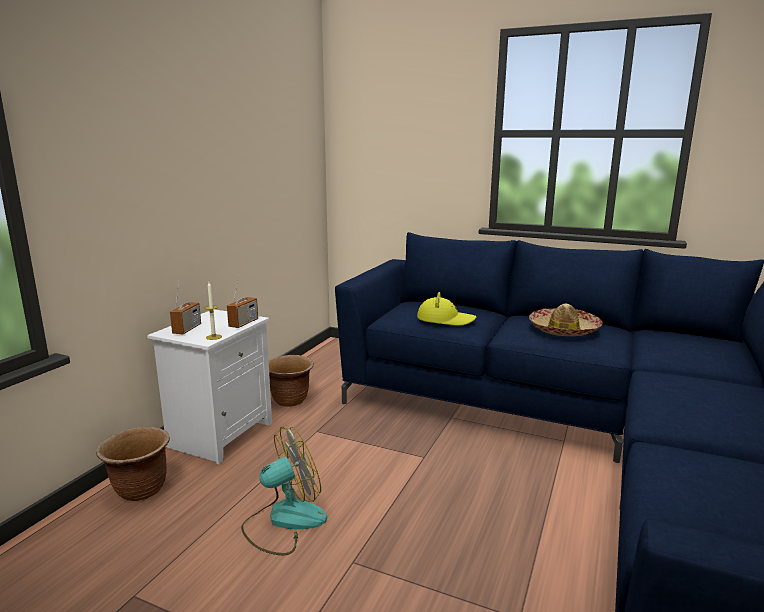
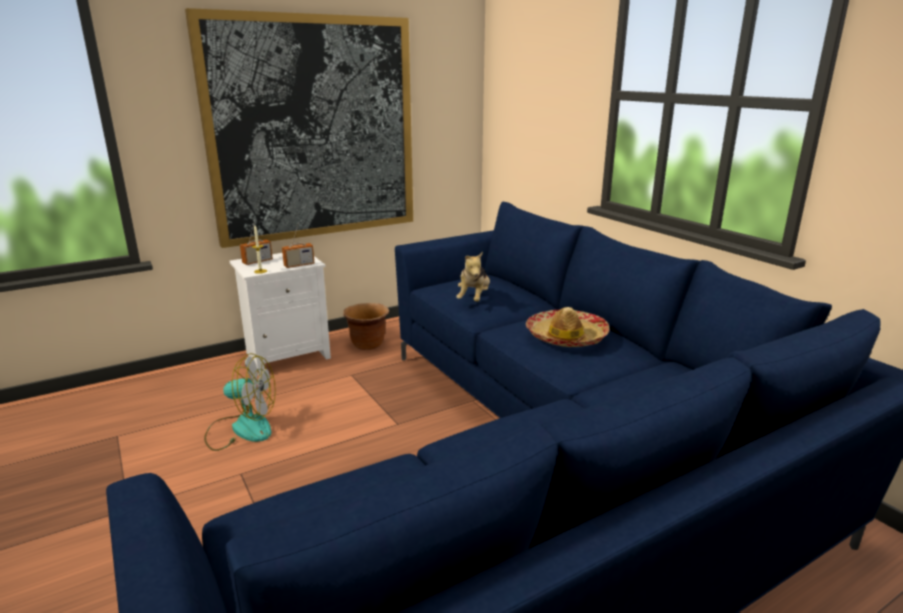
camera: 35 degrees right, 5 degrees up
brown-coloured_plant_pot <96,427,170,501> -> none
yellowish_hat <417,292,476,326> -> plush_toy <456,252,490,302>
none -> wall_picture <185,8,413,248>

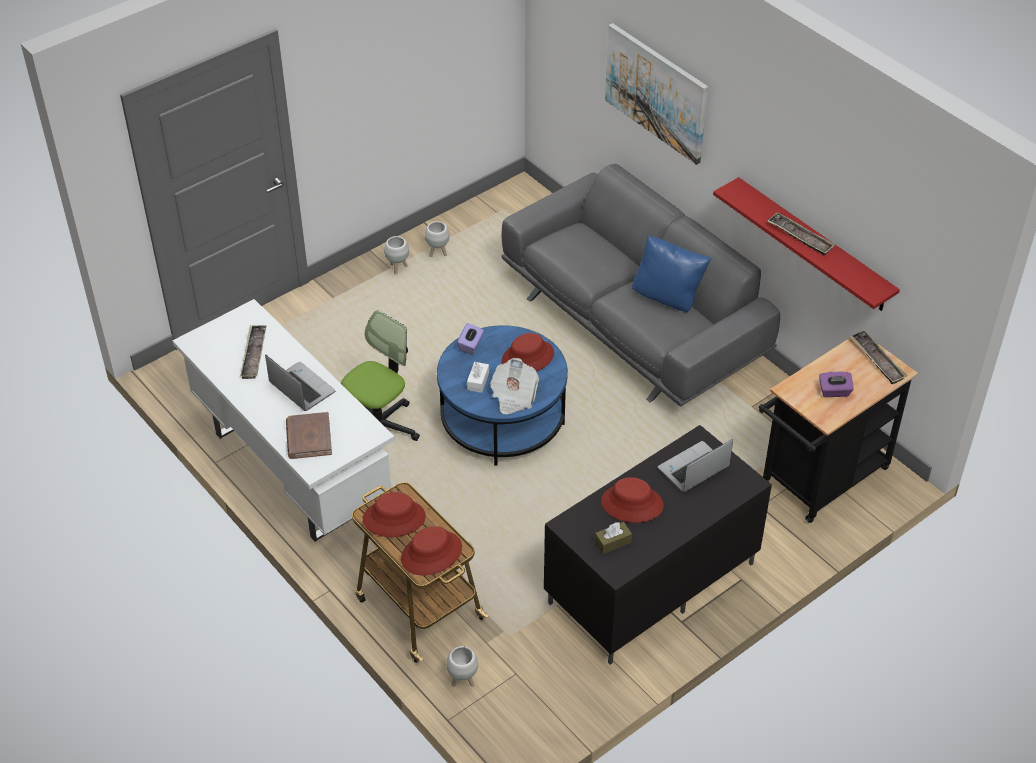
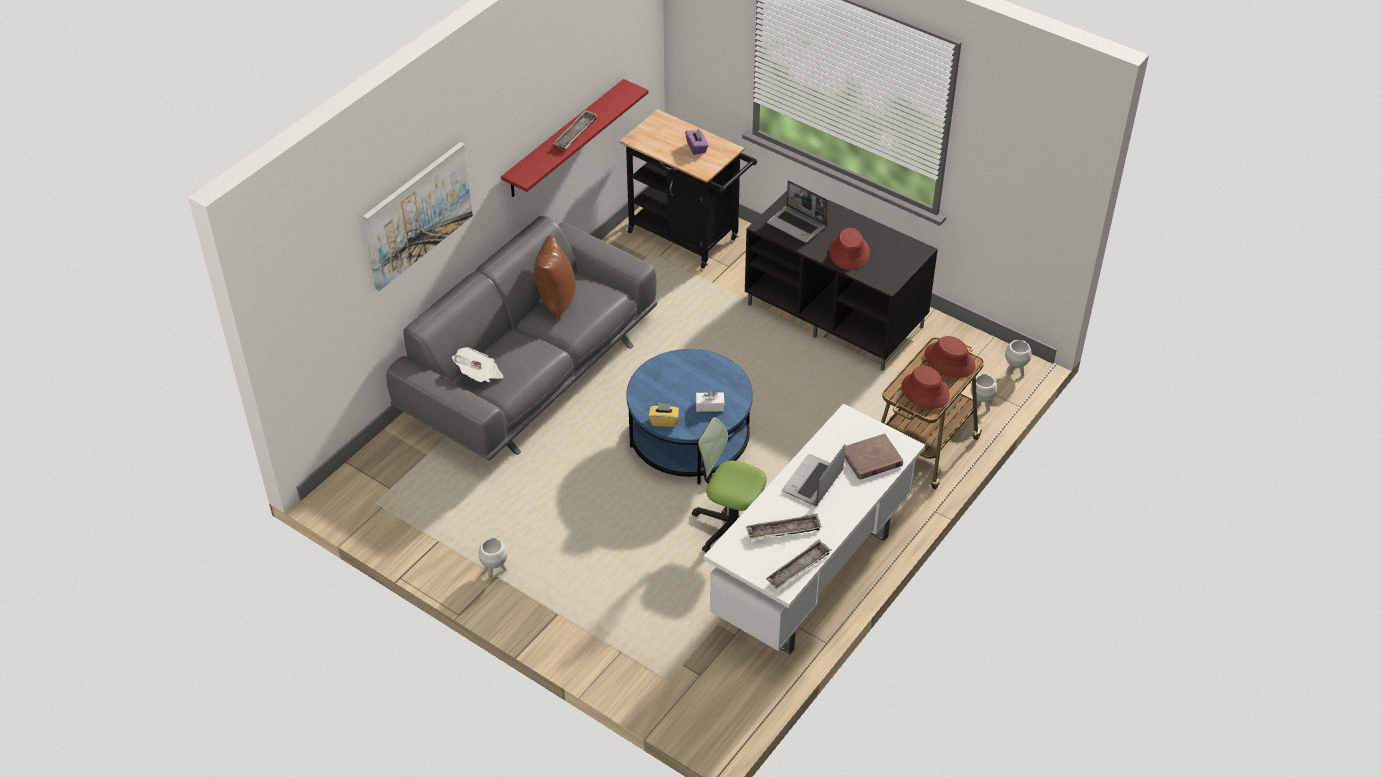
camera: 105 degrees left, 0 degrees up
whitish_plant_pot <425,221,450,257> -> whitish_plant_pot <1005,340,1031,376>, move
purplish_box_of_tissues <457,323,484,354> -> yellowish_box_of_tissues <649,403,679,427>
newspaper <490,358,539,414> -> newspaper <452,347,504,382>, move
red-coloured_hat <502,333,554,371> -> none
brown-coloured_box_of_tissues <595,522,632,554> -> none
blue-coloured_cushion <632,236,711,312> -> brown-coloured_cushion <534,235,576,318>
carrying_tray <850,330,907,384> -> carrying_tray <766,539,831,590>, move

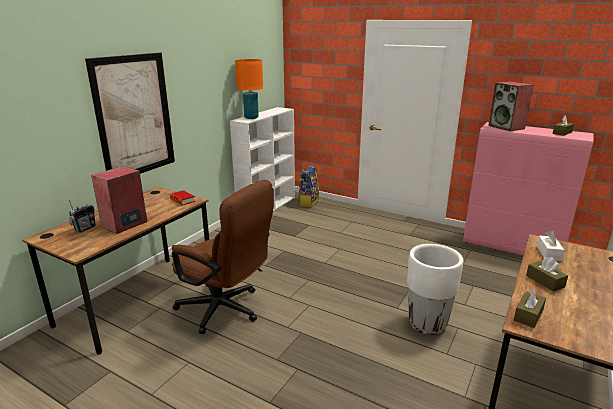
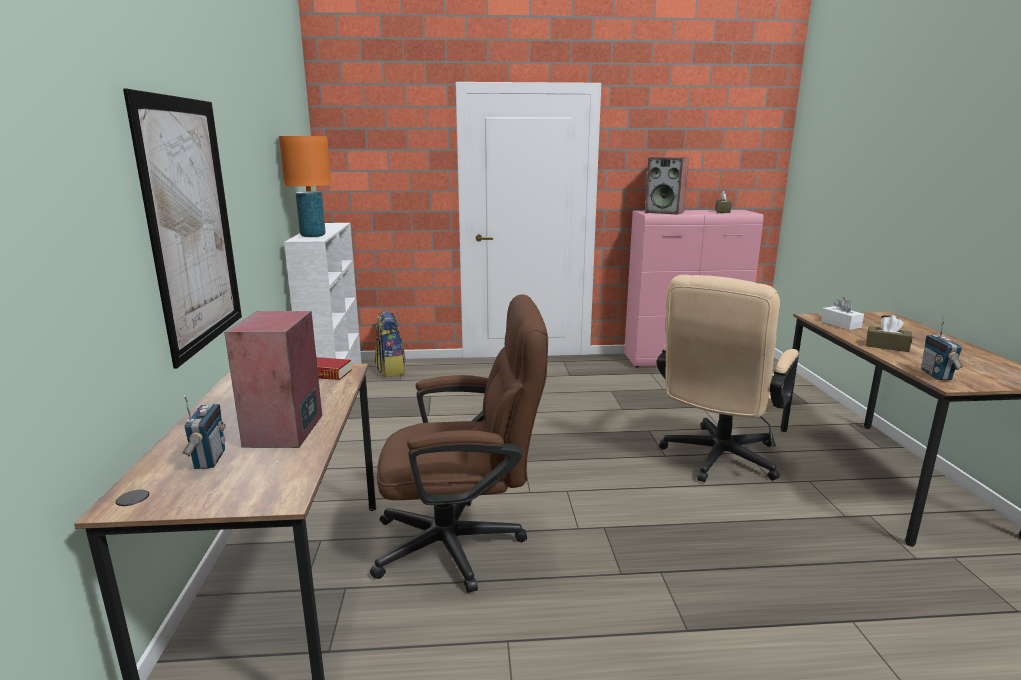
camera: 35 degrees left, 5 degrees down
whitish_plant_pot <407,244,463,335> -> sand-coloured_office_chair <657,275,799,482>
brown-coloured_box_of_tissues <514,288,546,328> -> radio <921,316,963,380>

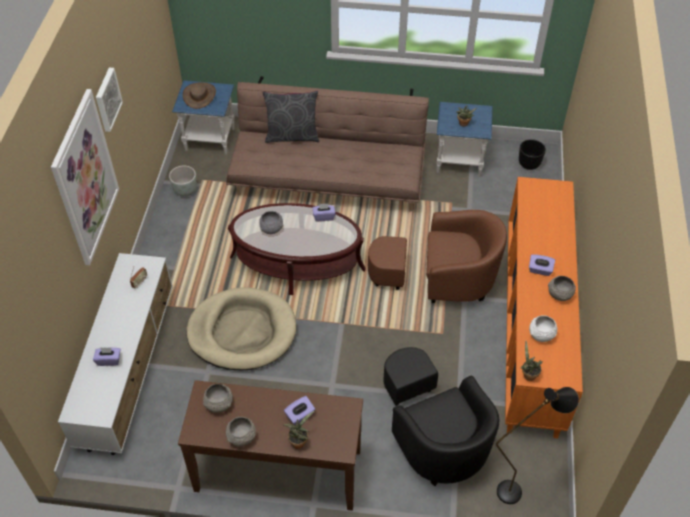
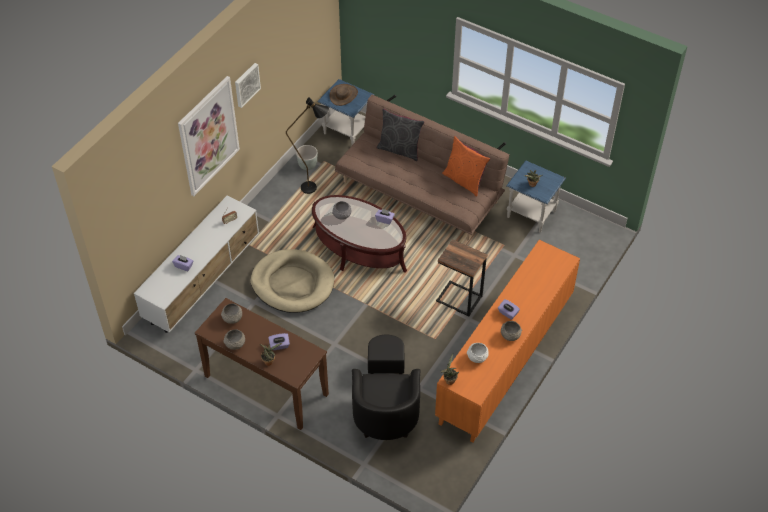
camera: 25 degrees right, 0 degrees up
brown-coloured_armchair <368,210,507,303> -> accent_table <436,239,487,316>
black-coloured_standard_lamp <496,387,579,504> -> black-coloured_standard_lamp <286,97,329,194>, move
black-coloured_plant_pot <519,139,546,170> -> none
none -> orangey_cushion <442,136,490,197>

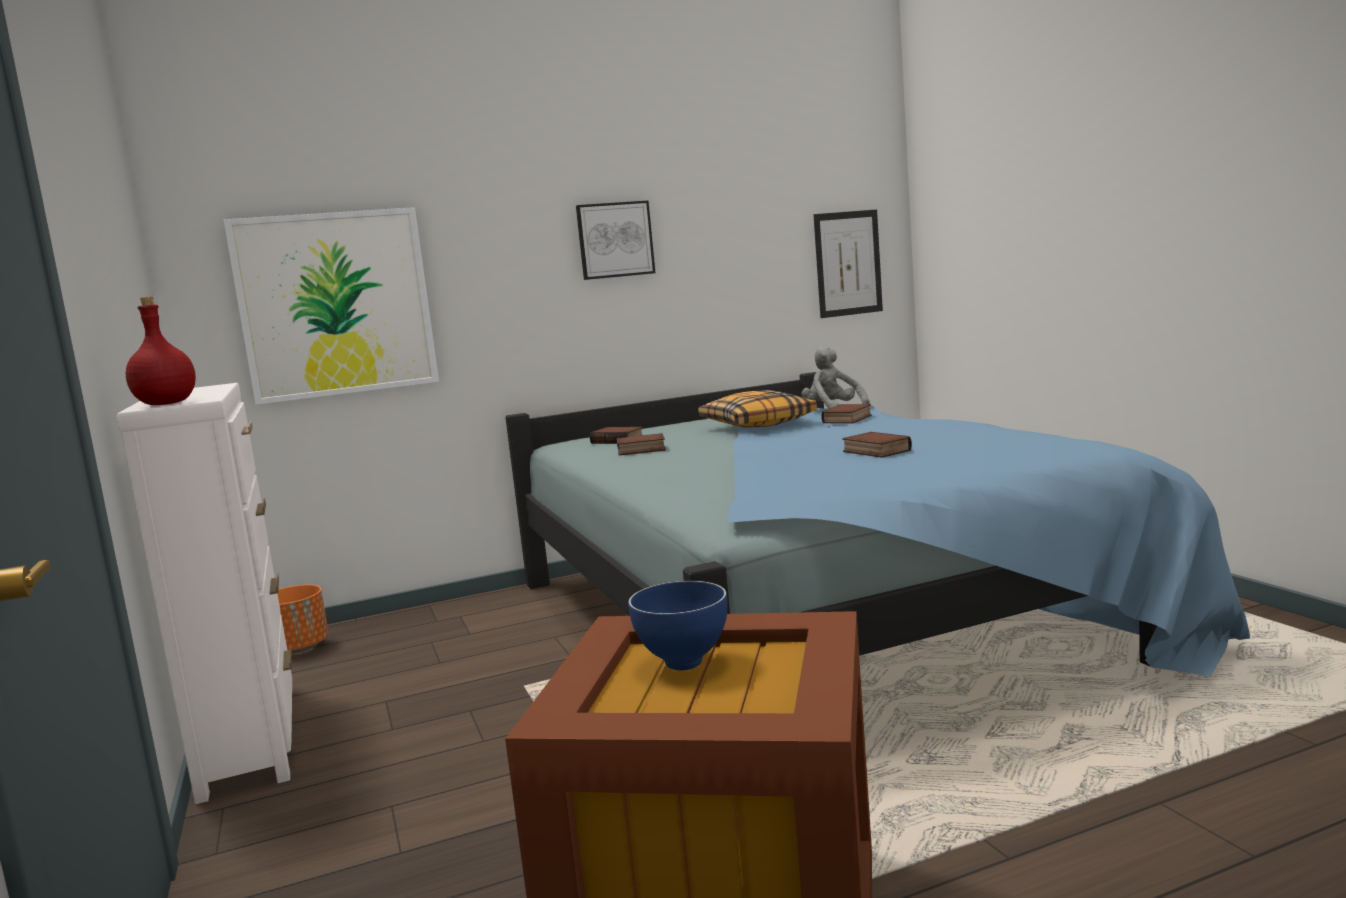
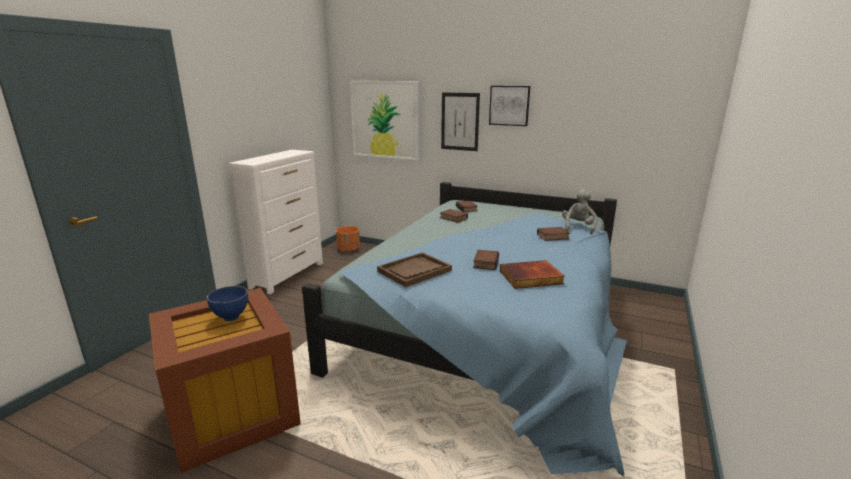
camera: 45 degrees right, 10 degrees up
red-coloured_drink_bottle <126,297,196,405> -> none
cushion <698,390,817,427> -> none
wall_picture <813,209,883,318> -> wall_picture <441,92,480,151>, move
none -> brown-coloured_carrying_tray <377,252,452,287>
none -> volume <500,260,565,289>

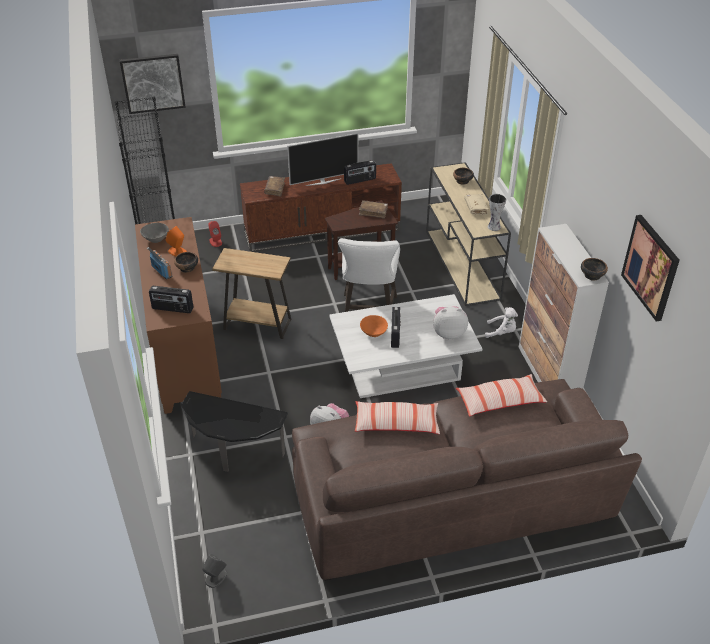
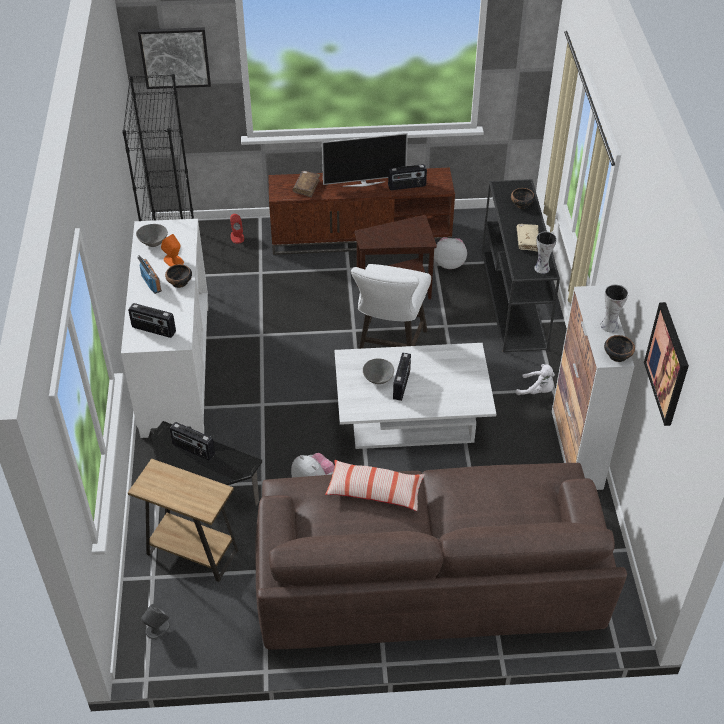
camera: 10 degrees right, 5 degrees up
brown-coloured_cupboard <135,217,222,414> -> whitish_cupboard <121,219,208,438>
brown-coloured_accent_table <212,248,291,339> -> brown-coloured_accent_table <128,458,238,582>, move
brown-coloured_volume <359,200,388,219> -> none
orangey_serving_bowl <360,315,388,337> -> gray_serving_bowl <363,358,394,384>
sand-coloured_hall_table <426,162,511,306> -> black-coloured_hall_table <482,179,560,352>
plush_toy <433,306,468,339> -> plush_toy <434,237,467,269>, move
cushion <456,374,547,417> -> none
none -> radio <170,422,215,461>
none -> vase <600,284,629,332>

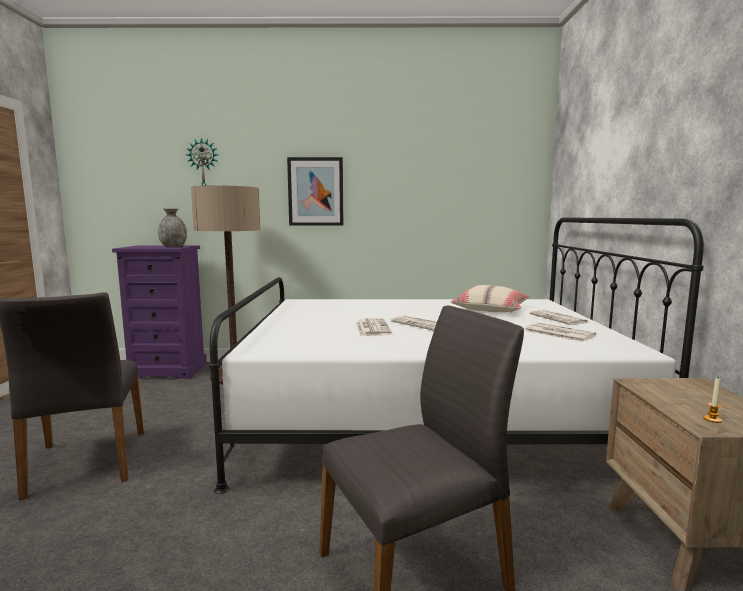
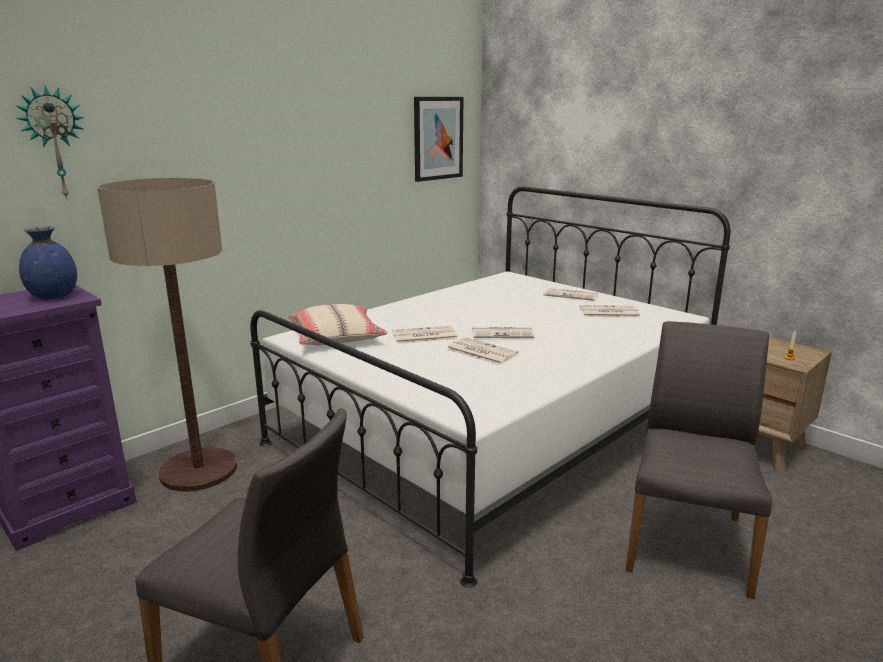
camera: 45 degrees left, 10 degrees up
gray_vase <158,209,187,247> -> blue-coloured_vase <19,227,77,299>
wall_picture <287,157,343,226> -> wall_picture <414,97,463,182>, move
sand-coloured_cushion <451,285,530,313> -> sand-coloured_cushion <288,304,388,346>, move
none -> newspaper <392,326,458,344>

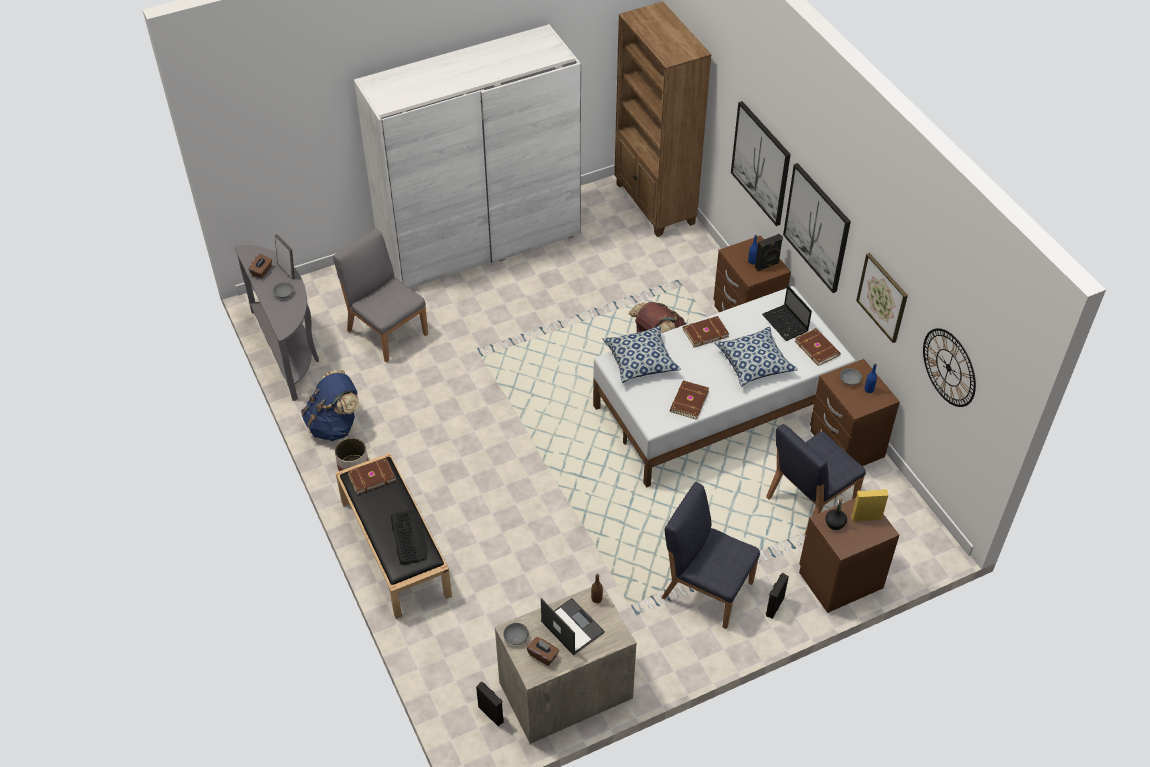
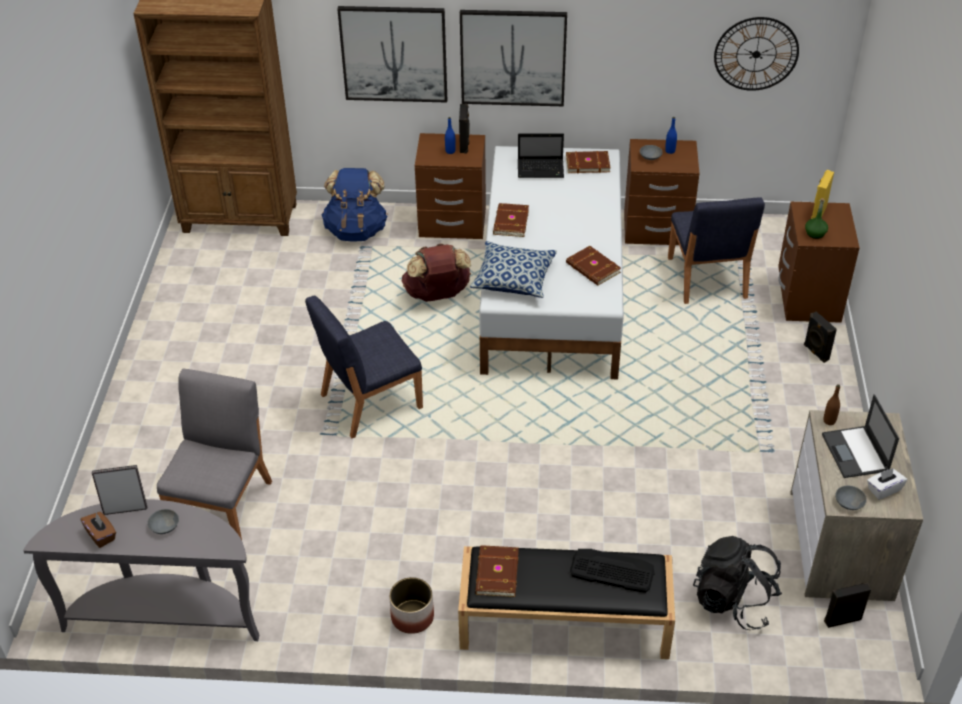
camera: 60 degrees left, 5 degrees down
blue-coloured_rucksack <301,370,360,441> -> blue-coloured_rucksack <322,168,388,242>, move
gray_chair <333,229,428,363> -> gray_chair <157,369,272,540>, 120 degrees clockwise
whitish_clothes_cupboard <354,24,581,288> -> none
brown-coloured_box_of_tissues <527,637,559,666> -> whitish_box_of_tissues <867,468,907,500>
notebook_computer <541,598,605,655> -> notebook_computer <822,394,899,478>, 90 degrees counterclockwise
blue-coloured_chair <661,482,760,629> -> blue-coloured_chair <305,296,423,438>, move
cushion <715,327,798,386> -> none
black-coloured_drink_bottle <825,498,847,530> -> greenish_drink_bottle <805,198,828,239>
wall_picture <856,253,908,343> -> none
none -> black-coloured_rucksack <693,536,782,630>

